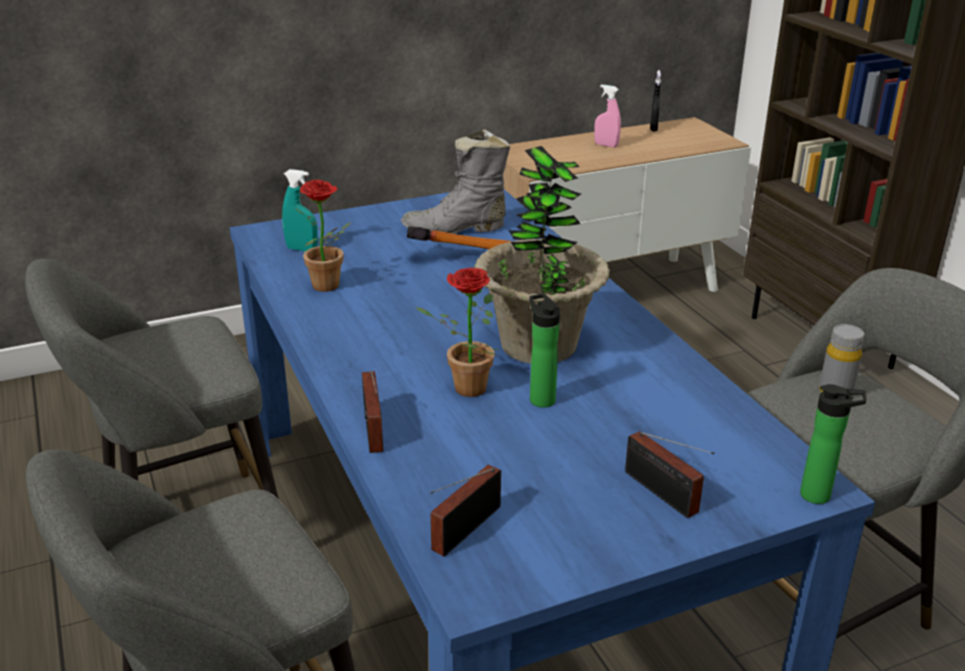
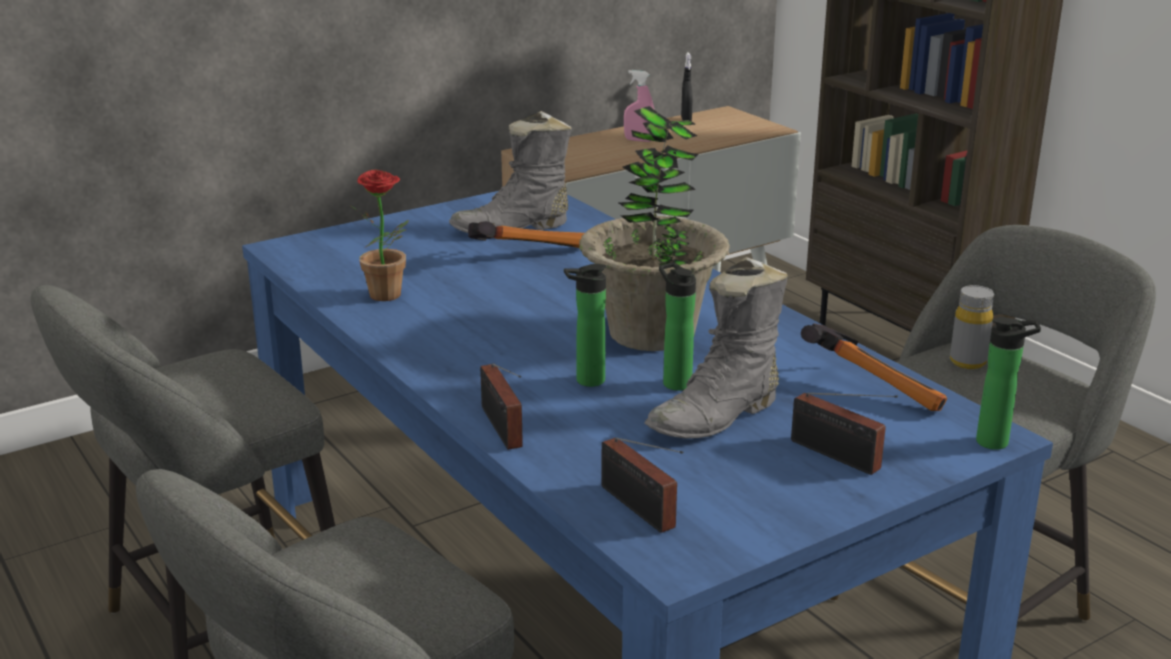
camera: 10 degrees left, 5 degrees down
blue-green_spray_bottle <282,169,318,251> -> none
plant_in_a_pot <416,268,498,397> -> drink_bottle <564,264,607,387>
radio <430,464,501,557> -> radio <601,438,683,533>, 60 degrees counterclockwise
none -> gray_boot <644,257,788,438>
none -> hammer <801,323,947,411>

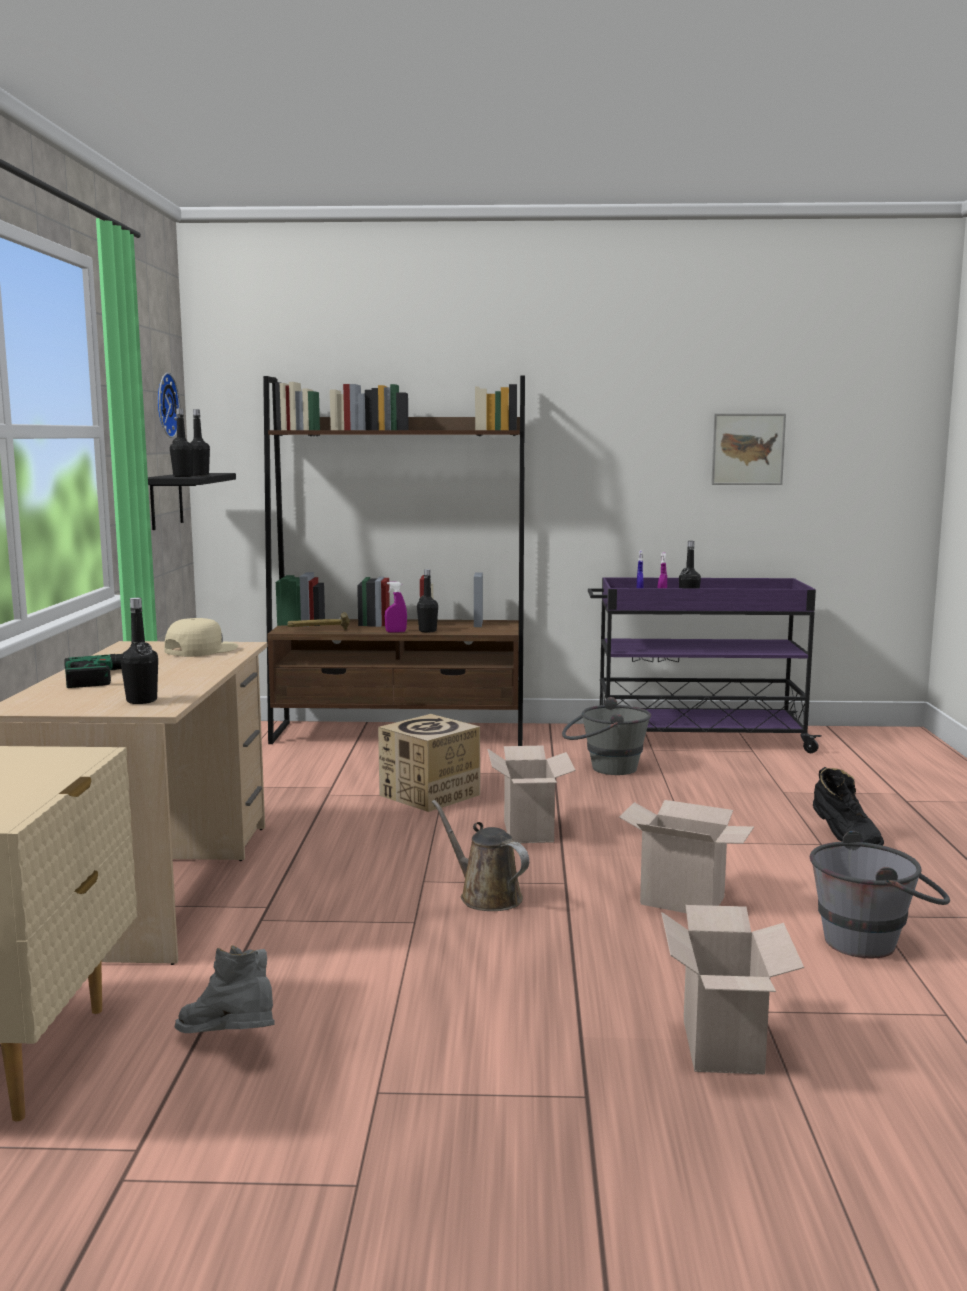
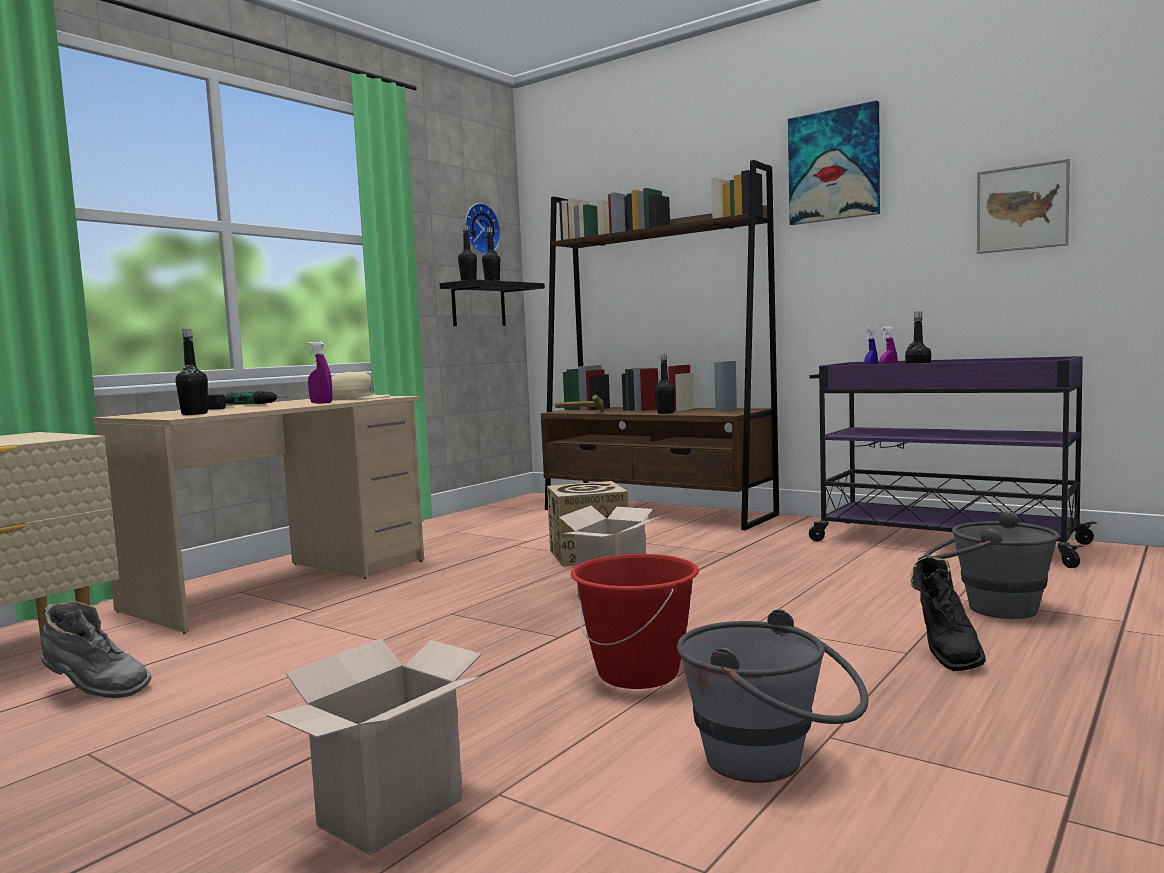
camera: 35 degrees right, 5 degrees down
gray_boot <174,946,274,1033> -> gray_boot <40,601,152,698>, 120 degrees clockwise
purplish_spray_bottle <385,582,407,633> -> purplish_spray_bottle <308,342,332,404>, move
brown-coloured_sprinkling_can <432,800,529,911> -> none
gray_bucket <562,697,651,775> -> gray_bucket <924,511,1060,619>, move
cardboard_box <619,800,754,913> -> red-coloured_bucket <571,554,699,689>
none -> wall_picture <788,100,880,225>

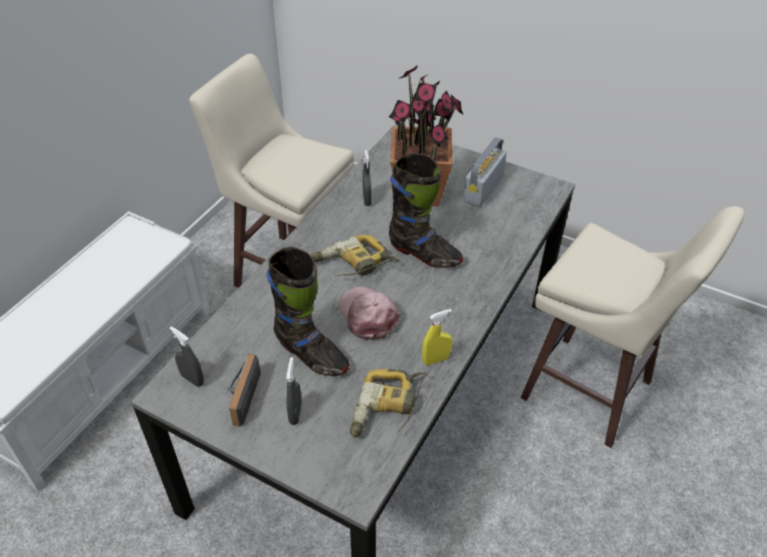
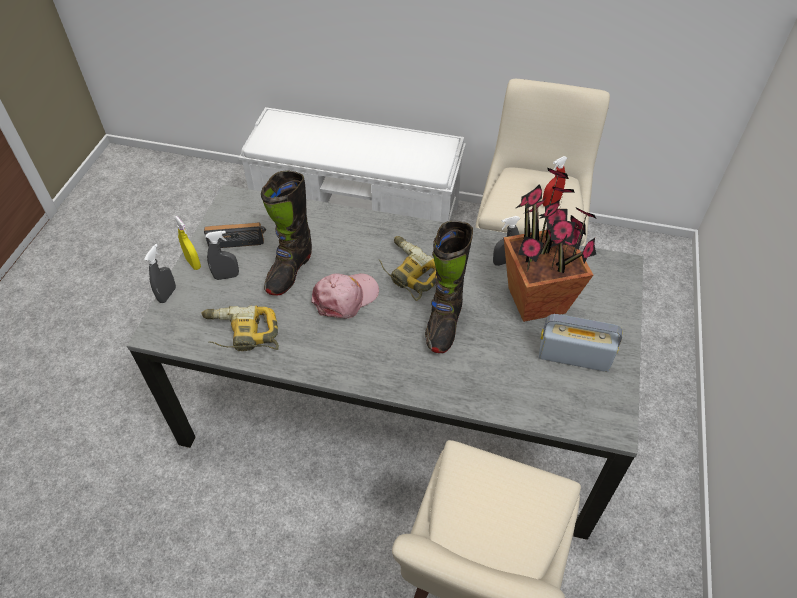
camera: 75 degrees right, 5 degrees up
gray_spray_bottle <170,326,204,387> -> gray_spray_bottle <144,244,176,303>, move
yellowish_spray_bottle <422,309,452,365> -> yellowish_spray_bottle <174,216,201,270>, move
none -> red-coloured_spray_bottle <543,156,568,207>

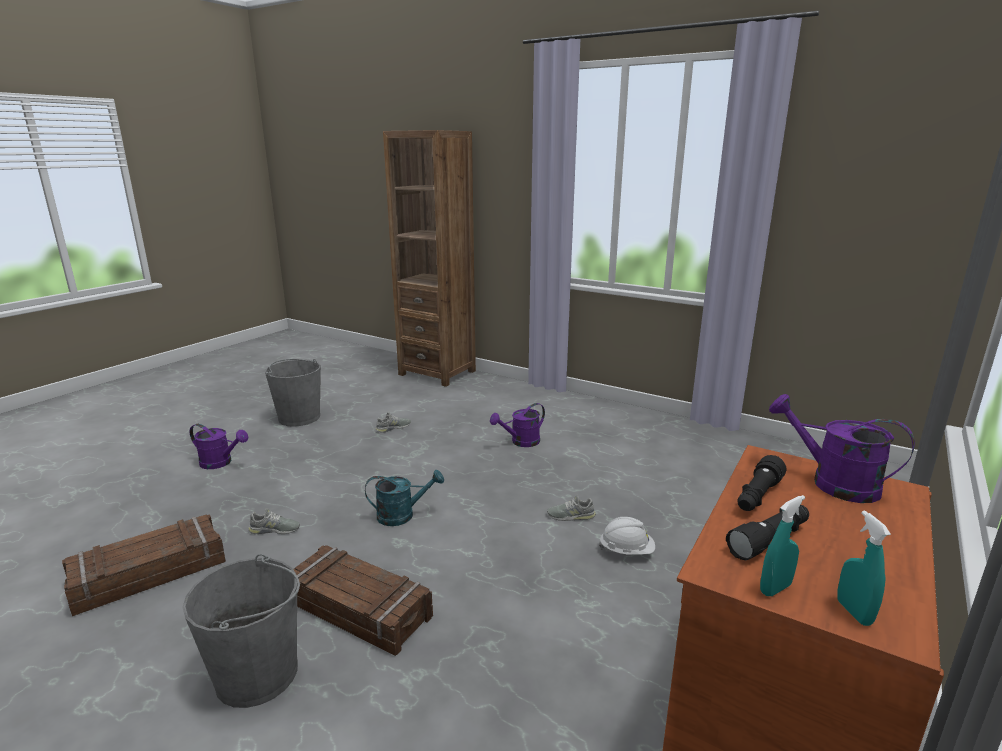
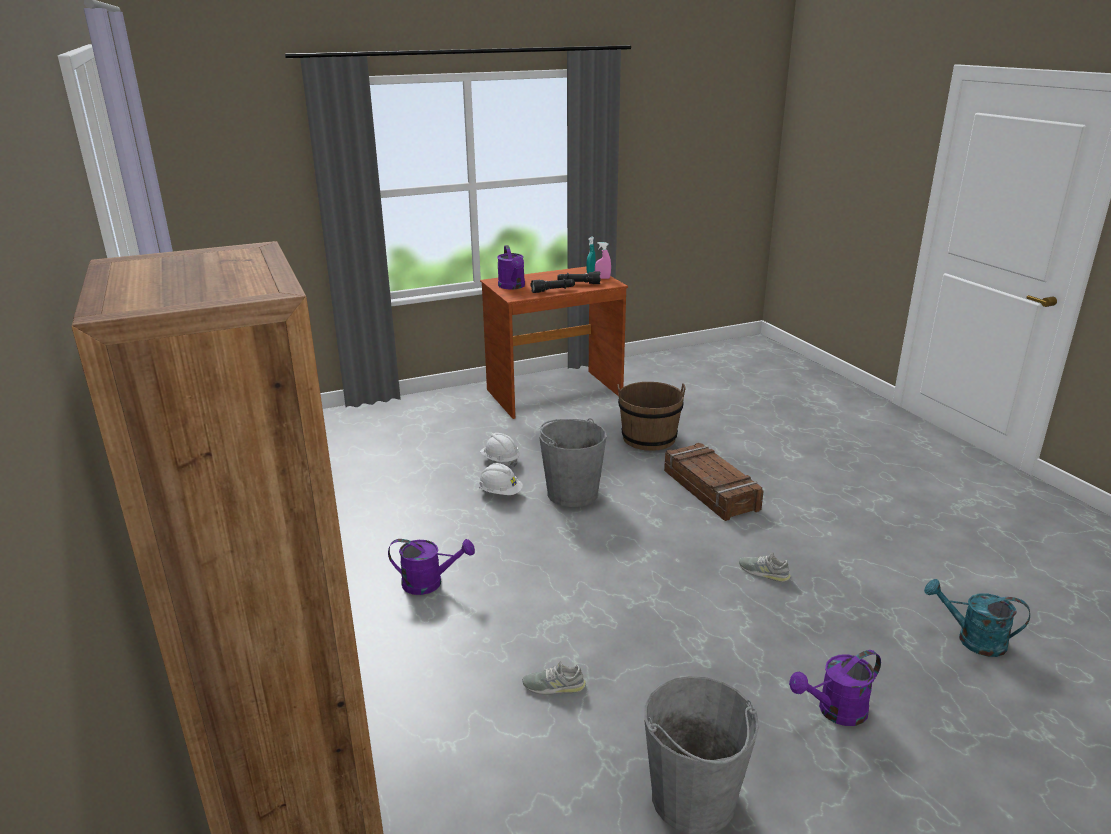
camera: 145 degrees left, 5 degrees up
crate <62,514,226,616> -> none
gray_bucket <182,554,300,708> -> gray_bucket <539,418,607,507>, move
purplish_sprinkling_can <190,424,248,469> -> purplish_sprinkling_can <789,650,881,726>, 75 degrees counterclockwise
blue-green_sprinkling_can <365,470,444,526> -> blue-green_sprinkling_can <924,579,1030,657>, move
gray_shoe <547,495,596,521> -> whitish_work_helmet <478,463,523,495>
blue-green_spray_bottle <760,495,805,596> -> pink_spray_bottle <595,242,611,279>
none -> brown-coloured_bucket <618,382,686,451>

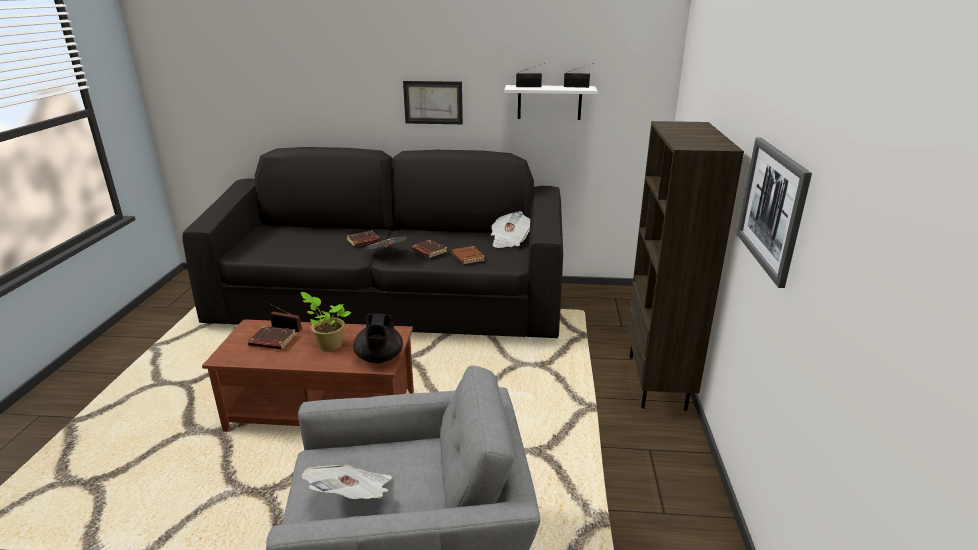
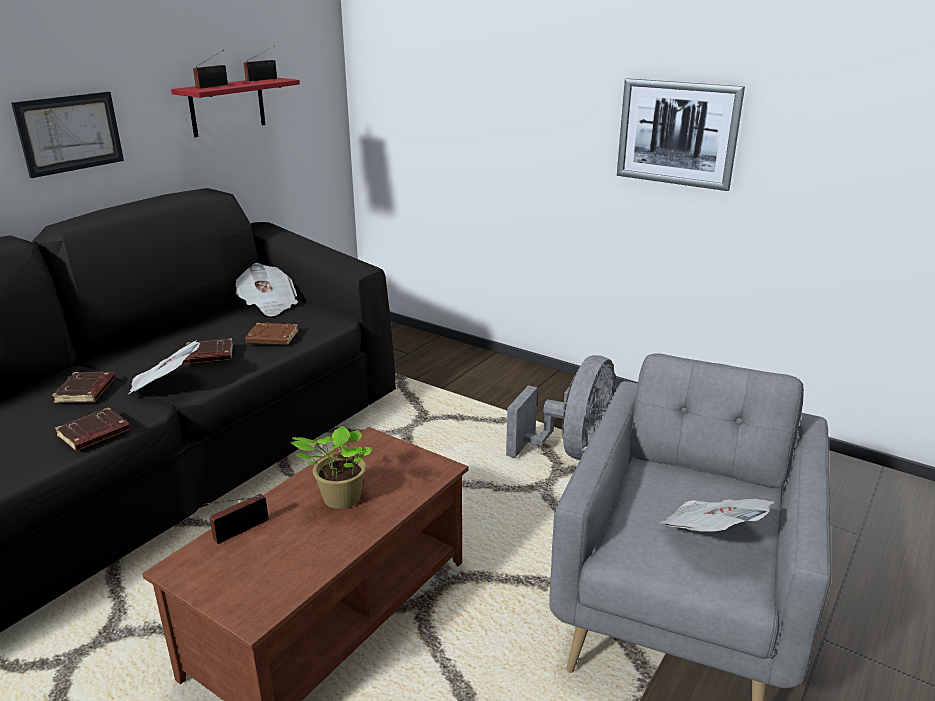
camera: 60 degrees left, 0 degrees up
brown-coloured_volume <248,326,296,350> -> brown-coloured_volume <55,407,130,451>, move
black-coloured_teapot <353,314,403,363> -> none
whitish_wall_shelf <504,85,597,120> -> red-coloured_wall_shelf <171,78,300,137>
brown-coloured_bookcase <627,121,744,411> -> none
none -> gray_cooling_fan <506,355,616,460>

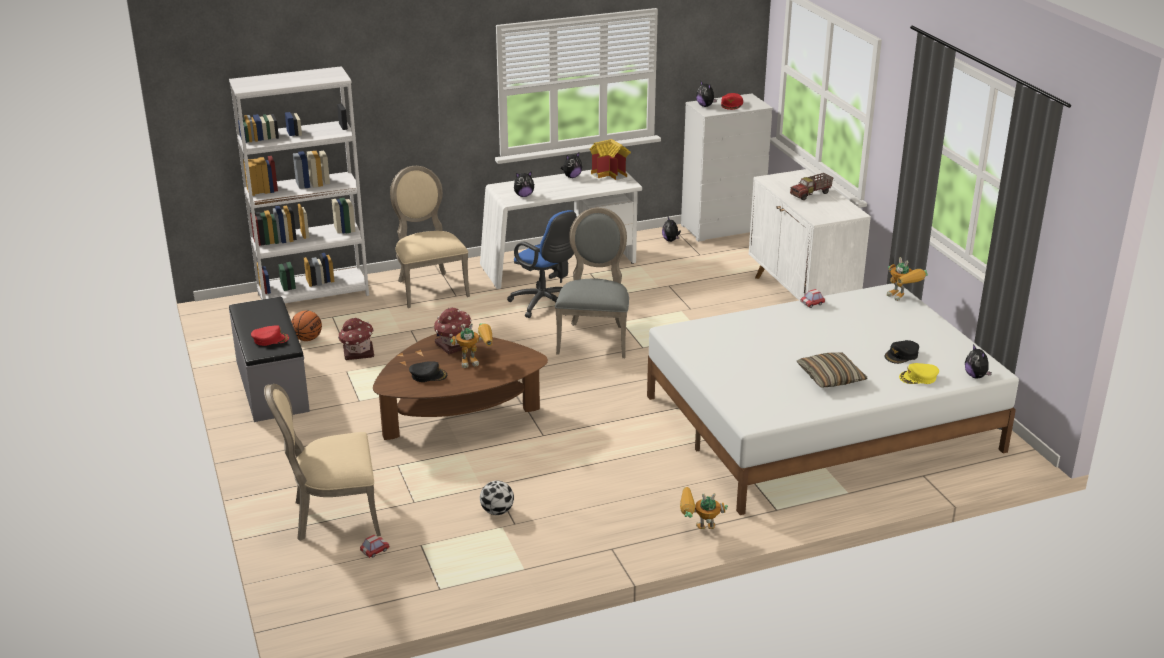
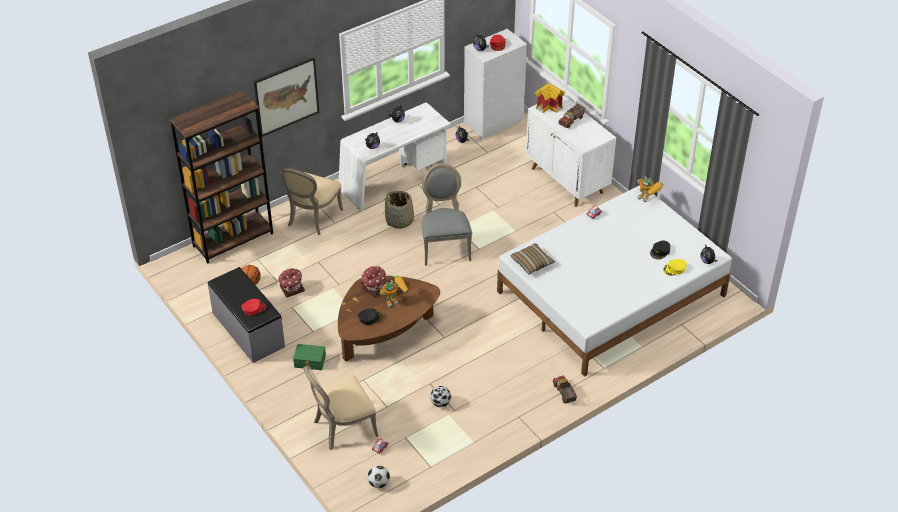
camera: 15 degrees left, 15 degrees up
whitish_bookcase <229,66,369,303> -> brown-coloured_bookcase <170,90,273,264>
sand-coloured_chair <390,166,470,308> -> sand-coloured_chair <281,168,343,235>, 120 degrees counterclockwise
blue-coloured_office_chair <507,210,577,318> -> household_basket <383,191,419,229>
model_house <589,139,631,180> -> model_house <535,83,565,113>, move
robot_figure <680,487,728,529> -> toy_truck <553,375,577,403>
cushion <797,352,868,388> -> cushion <510,243,555,275>, move
none -> wall_picture <253,57,319,137>
none -> greenish_storage_box <293,344,326,370>
none -> football_ball <367,465,390,488>

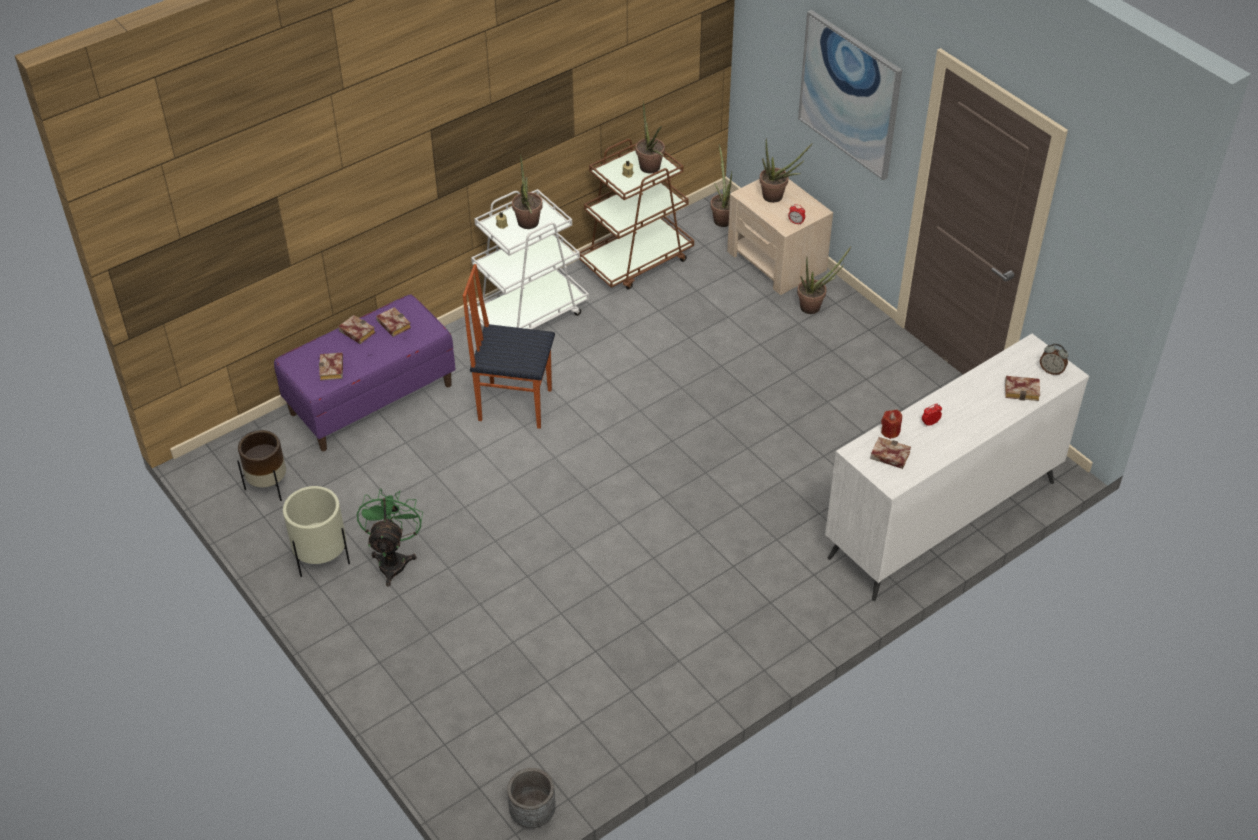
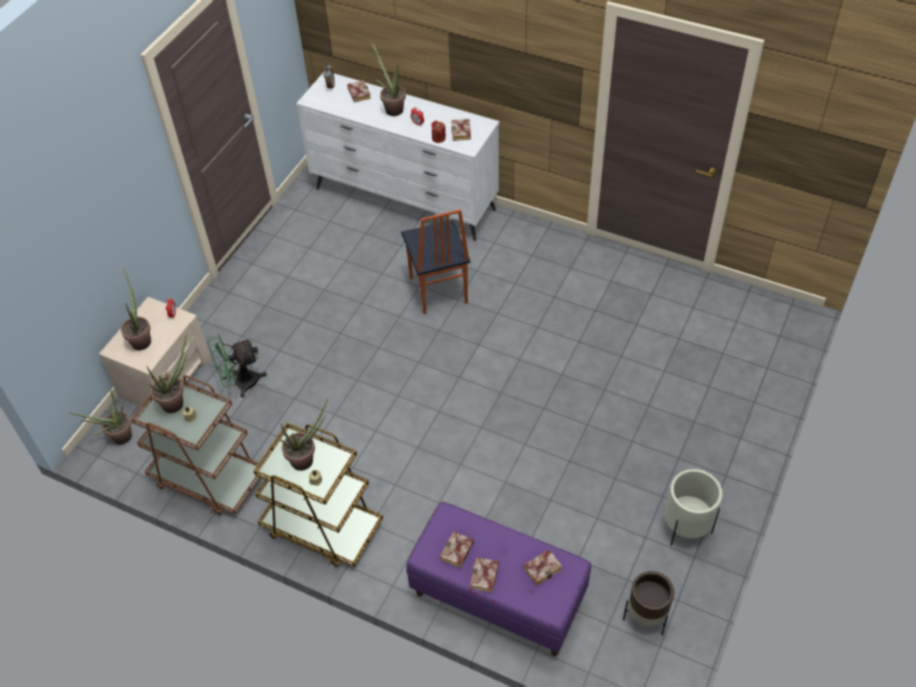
camera: 115 degrees left, 5 degrees up
greenish_cooling_fan <357,489,423,587> -> greenish_cooling_fan <207,334,267,398>, move
chair <463,264,555,429> -> chair <401,209,470,314>, move
whitish_trolley <468,189,589,329> -> brown-coloured_trolley <253,423,383,567>
gray_plant_pot <507,768,556,828> -> none
plant_in_a_pot <797,247,851,314> -> plant_in_a_pot <371,42,406,116>, move
wall_picture <798,10,902,180> -> none

